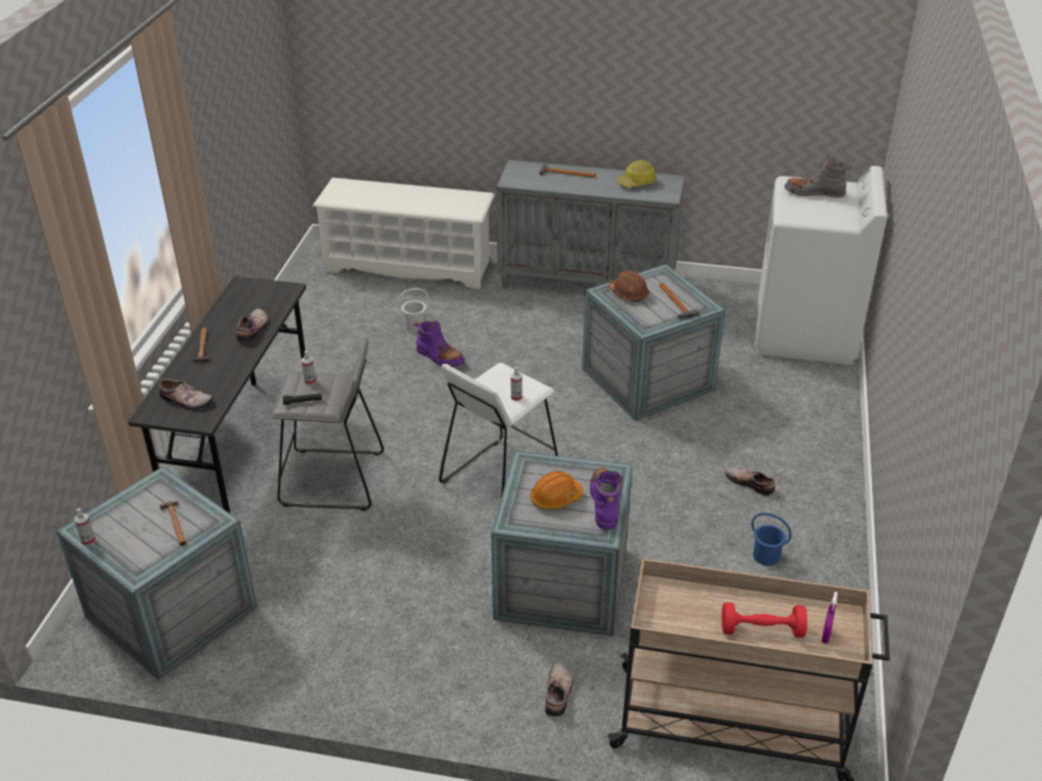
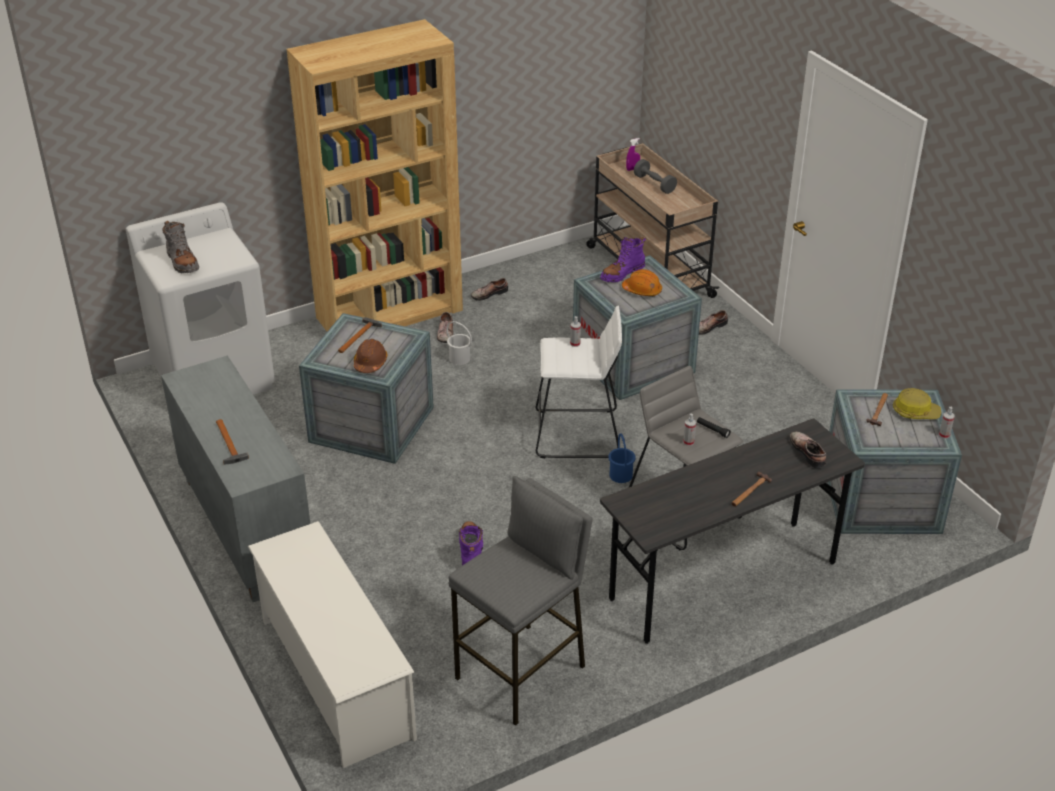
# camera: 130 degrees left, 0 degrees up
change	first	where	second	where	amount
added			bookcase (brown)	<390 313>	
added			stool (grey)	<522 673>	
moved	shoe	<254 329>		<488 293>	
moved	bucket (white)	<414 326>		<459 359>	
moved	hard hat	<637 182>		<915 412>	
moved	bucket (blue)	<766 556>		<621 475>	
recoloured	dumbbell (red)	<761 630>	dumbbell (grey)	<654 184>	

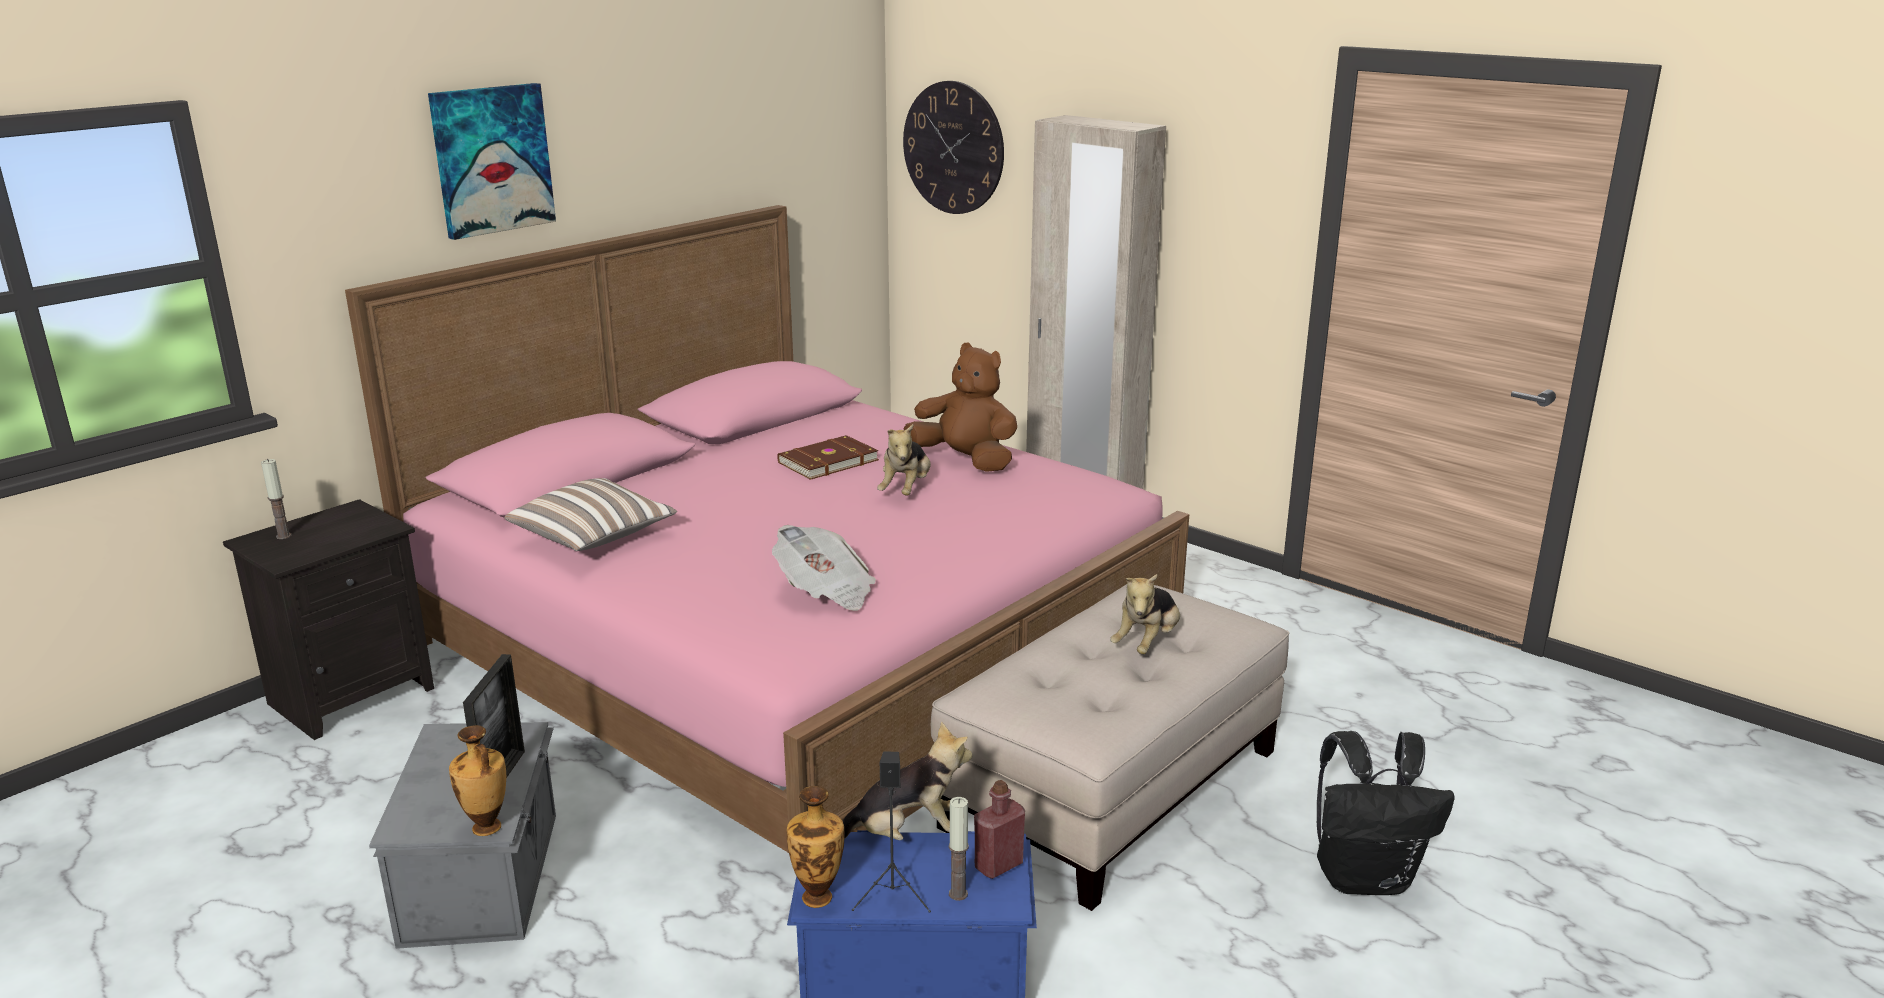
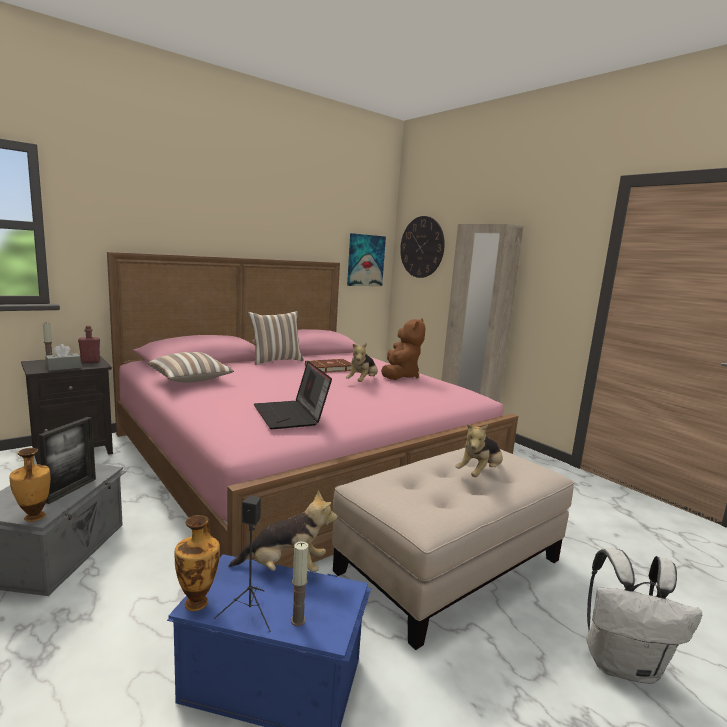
# camera: 10 degrees right, 10 degrees down
change	first	where	second	where	amount
added			tissue box (grey)	<63 367>	
added			pillow	<275 360>	
moved	picture	<492 159>		<365 260>	
moved	bottle (red)	<998 865>		<90 361>	
replaced	newspaper	<826 592>	laptop	<291 415>	
recoloured	backpack (black)	<1365 877>	backpack (white)	<623 664>	
turned	plush toy (brown)	<965 461>		<400 376>	60 degrees clockwise

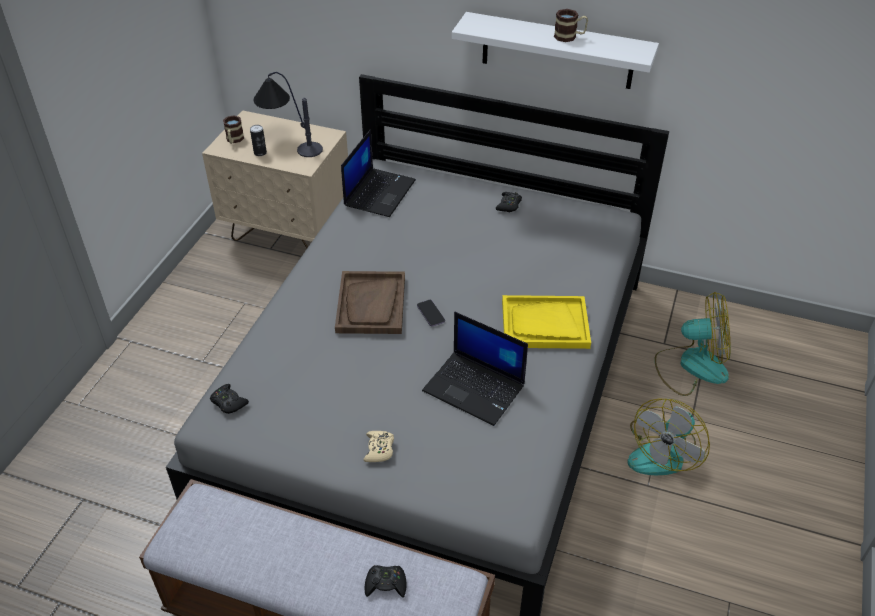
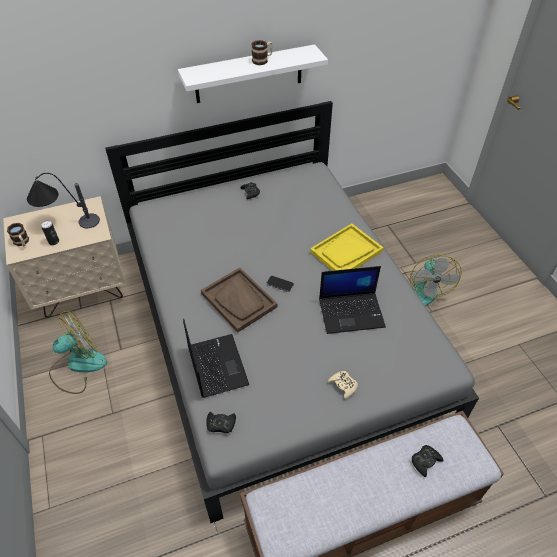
# camera: 40 degrees left, 5 degrees up
change	first	where	second	where	amount
moved	laptop	<379 192>		<216 365>	
moved	fan	<691 366>		<78 366>	

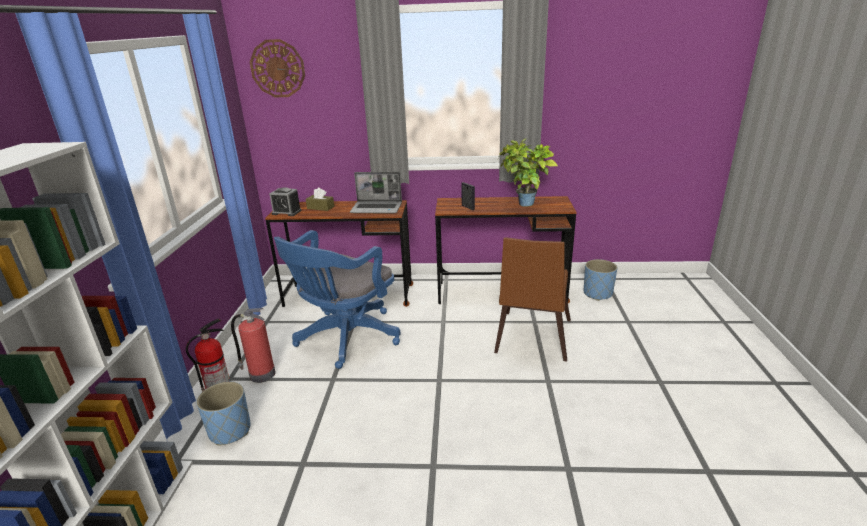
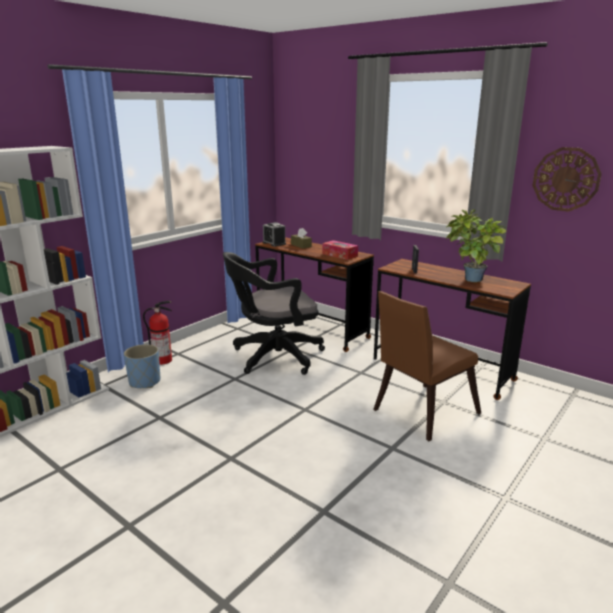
# camera: 35 degrees right, 5 degrees down
change	first	where	second	where	amount
removed	fire extinguisher	<261 374>			
removed	planter (blue)	<597 293>			
moved	wall clock	<277 68>		<566 179>	
replaced	laptop	<377 208>	tissue box	<340 255>	
recoloured	office chair (blue)	<345 339>	office chair (black)	<273 357>	

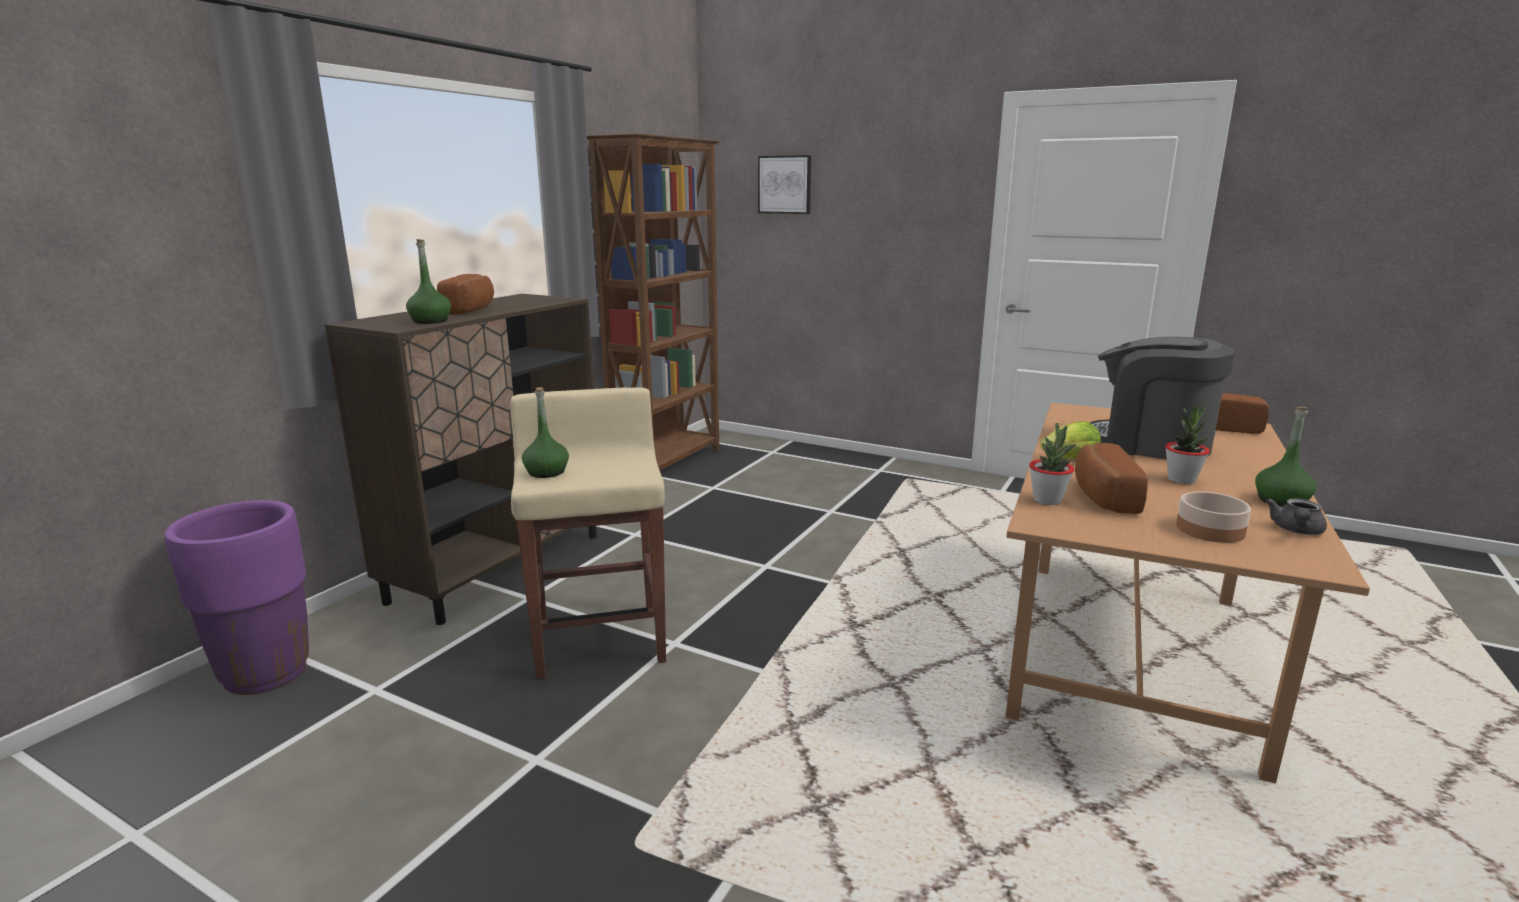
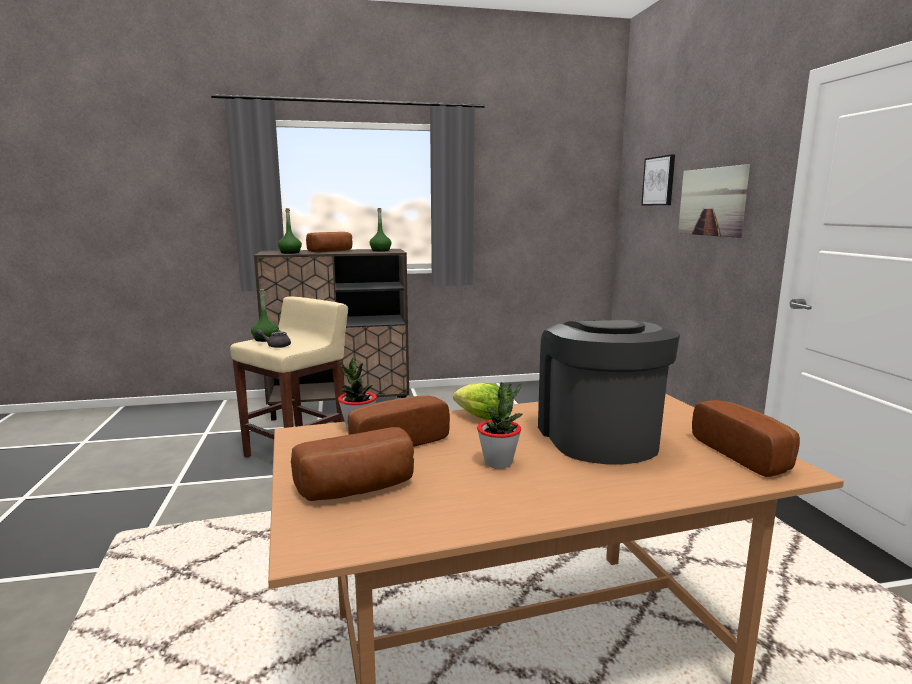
# camera: 50 degrees right, 5 degrees down
change	first	where	second	where	amount
removed	planter (purple)	<265 674>			
removed	bookcase (brown)	<669 462>			
added			picture	<712 202>	
moved	bottle (green)	<1281 501>		<380 250>	
moved	teapot (grey)	<1296 531>		<275 346>	
replaced	bowl	<1209 530>	bread	<358 489>	

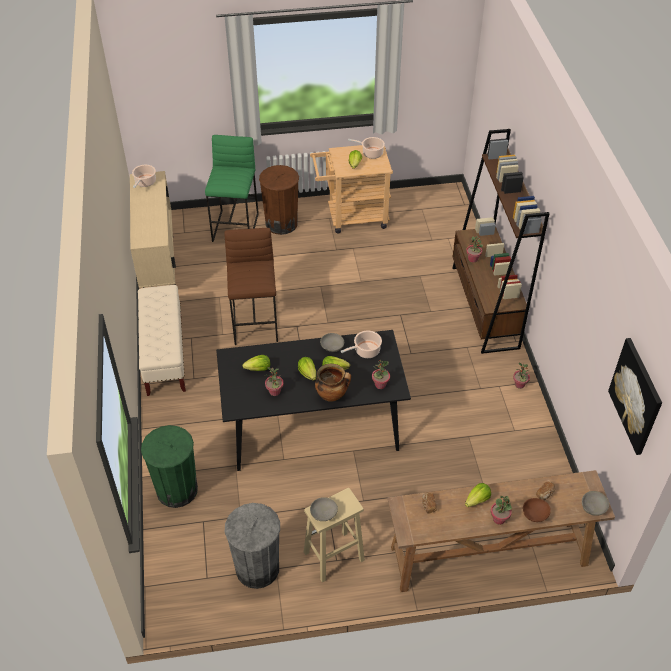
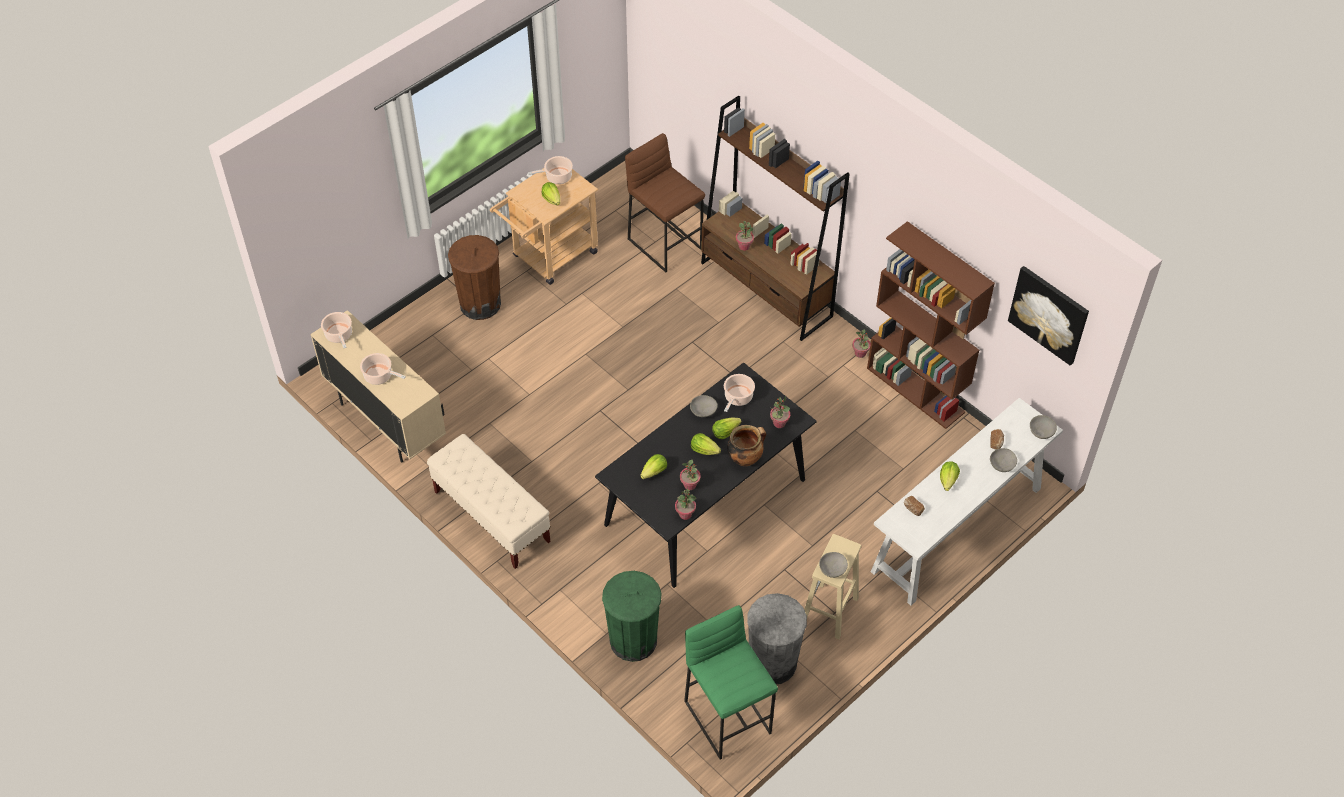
# camera: 35 degrees left, 5 degrees up
change	first	where	second	where	amount
added			cooking pot	<380 376>	
added			bookcase (brown)	<916 390>	
moved	stool (green)	<236 227>		<728 717>	
moved	stool (brown)	<256 324>		<665 243>	
moved	potted plant	<499 519>		<685 514>	
recoloured	console table (brown)	<487 556>	console table (white)	<956 530>	
recoloured	bowl (brown)	<534 514>	bowl (grey)	<1001 465>	

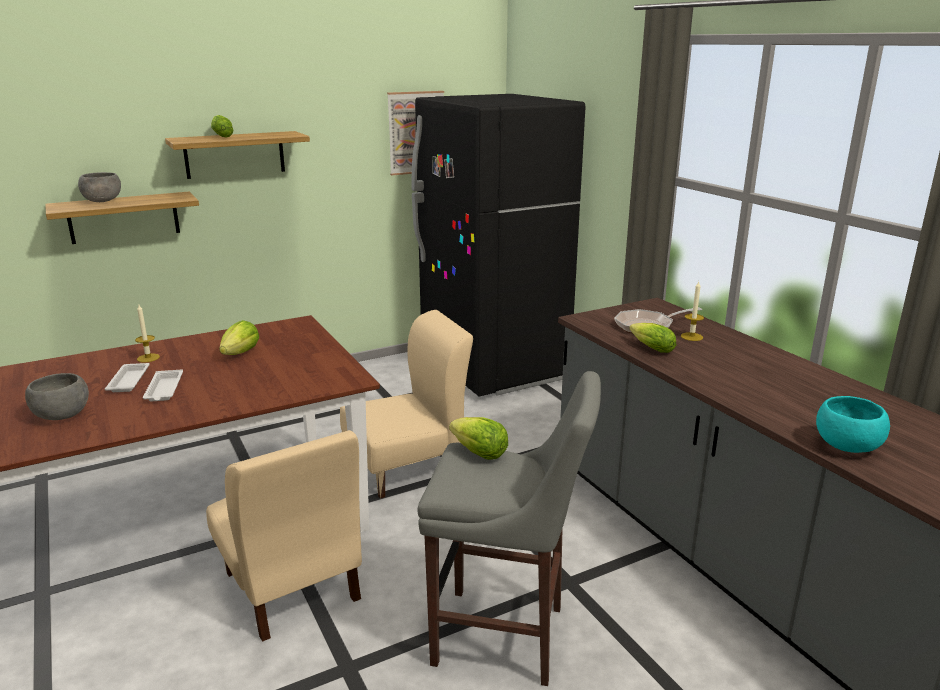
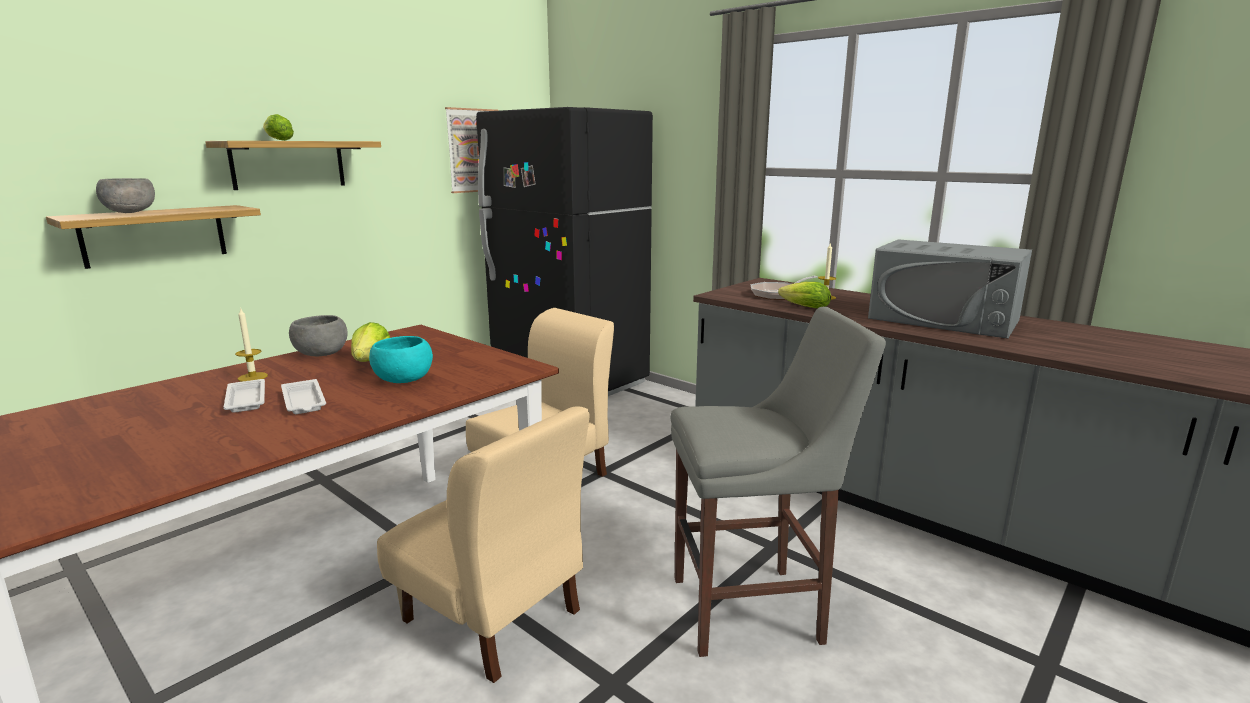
# camera: 20 degrees left, 5 degrees down
change	first	where	second	where	amount
removed	lettuce	<479 453>			
added			microwave (grey)	<943 319>	
moved	bowl (grey)	<62 416>		<321 354>	
moved	bowl (turquoise)	<847 447>		<404 380>	

